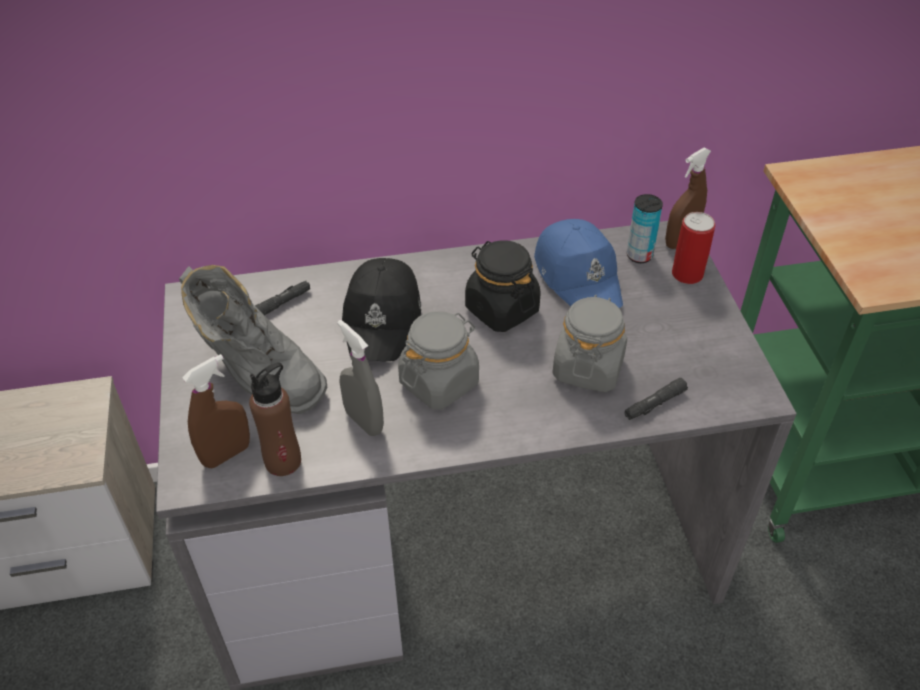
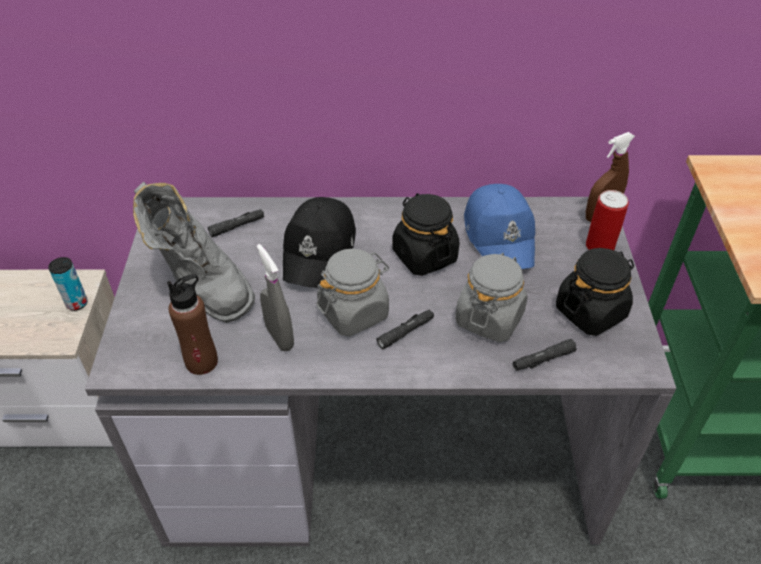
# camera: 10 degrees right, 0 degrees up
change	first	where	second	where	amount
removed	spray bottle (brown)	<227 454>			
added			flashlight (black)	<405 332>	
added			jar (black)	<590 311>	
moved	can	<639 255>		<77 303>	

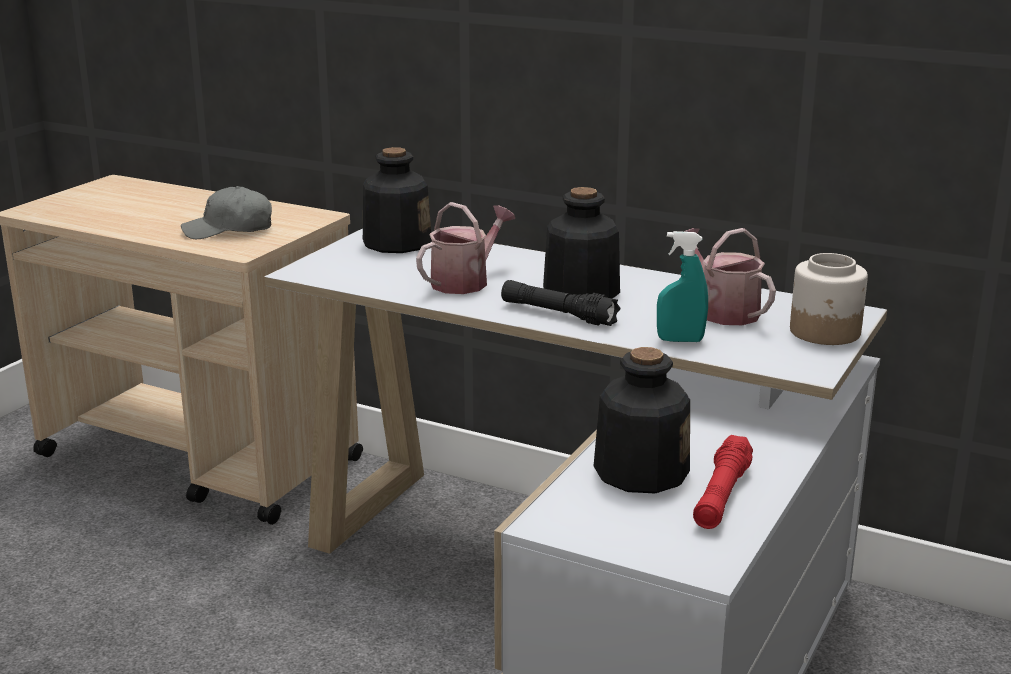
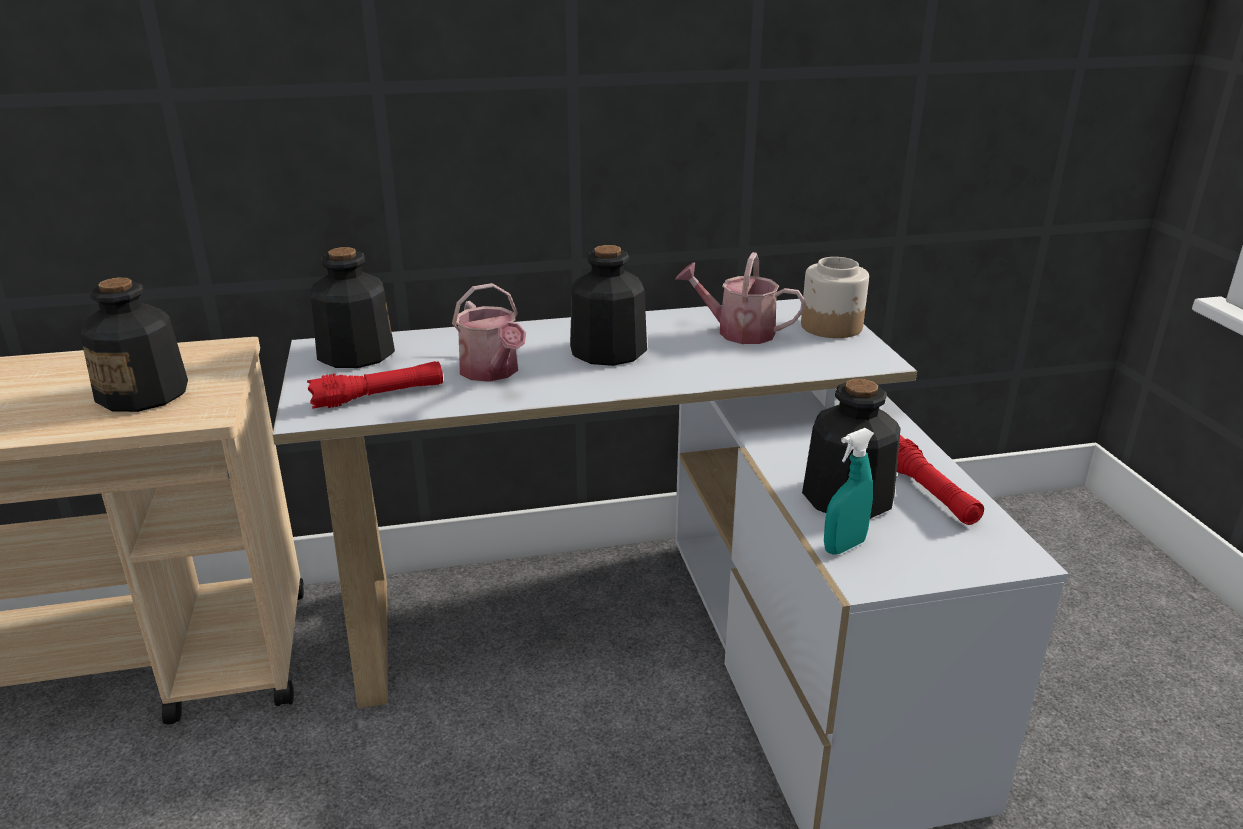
# camera: 40 degrees left, 5 degrees up
change	first	where	second	where	amount
removed	flashlight (black)	<558 314>			
added			flashlight (red)	<379 396>	
moved	spray bottle (turquoise)	<680 340>		<844 546>	
replaced	cap (grey)	<229 230>	bottle	<144 393>	
turned	watering can	<465 281>		<492 372>	150 degrees clockwise

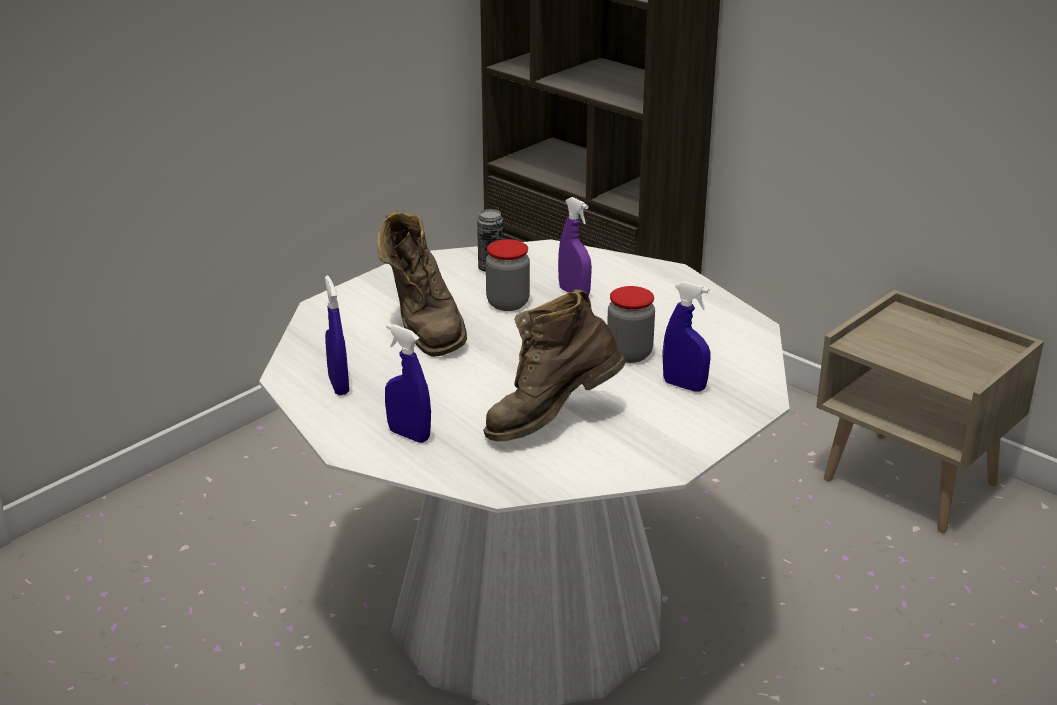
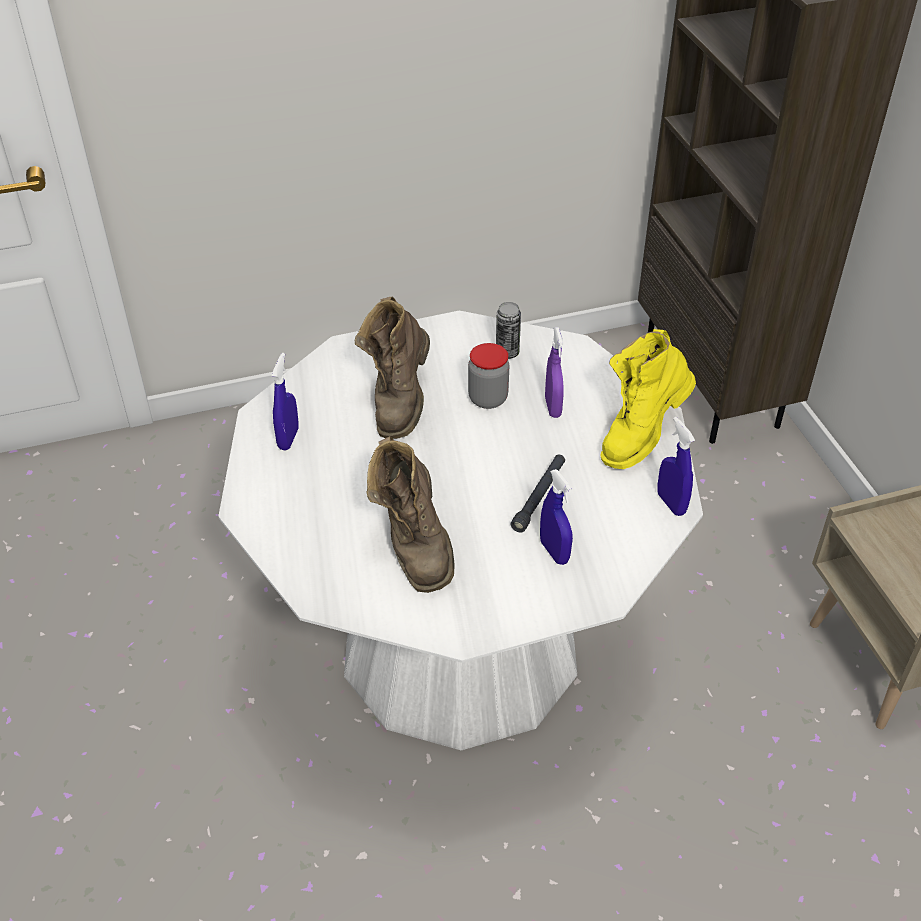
# camera: 30 degrees right, 15 degrees up
change	first	where	second	where	amount
added			boot (yellow)	<641 435>	
moved	spray bottle (blue)	<409 435>		<671 503>	
replaced	jar	<629 354>	flashlight (black)	<539 496>	
turned	boot (brown)	<551 421>		<414 544>	105 degrees counterclockwise

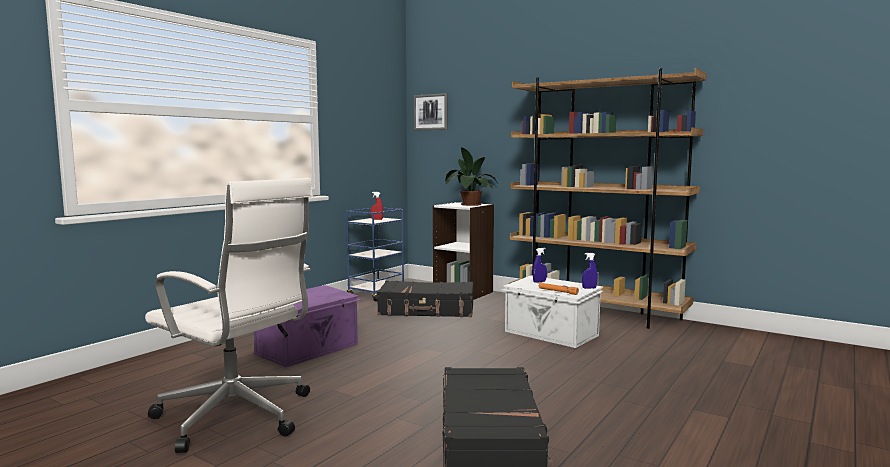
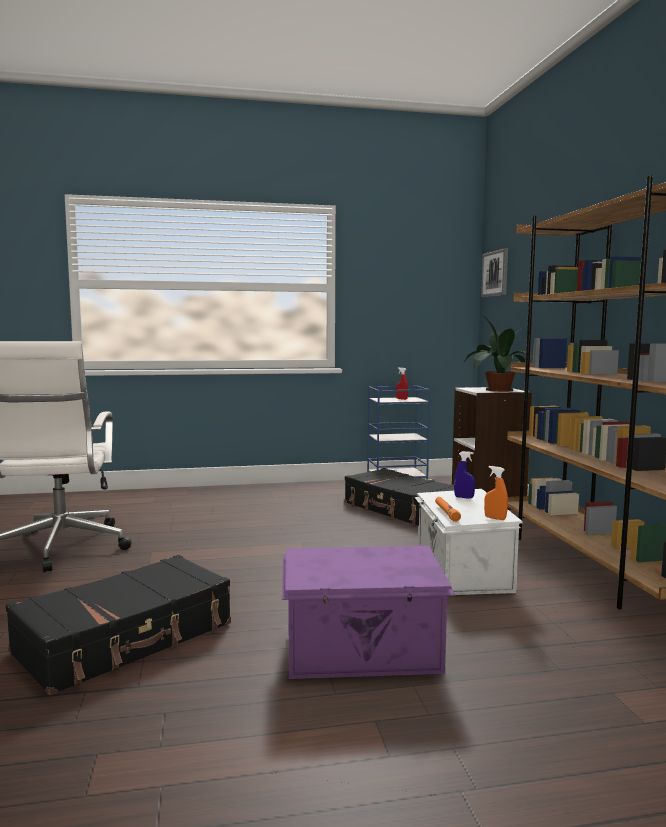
# camera: 45 degrees right, 0 degrees up
change	first	where	second	where	amount
moved	storage box (purple)	<309 349>		<363 652>	
recoloured	spray bottle (blue)	<589 288>	spray bottle (orange)	<495 518>	

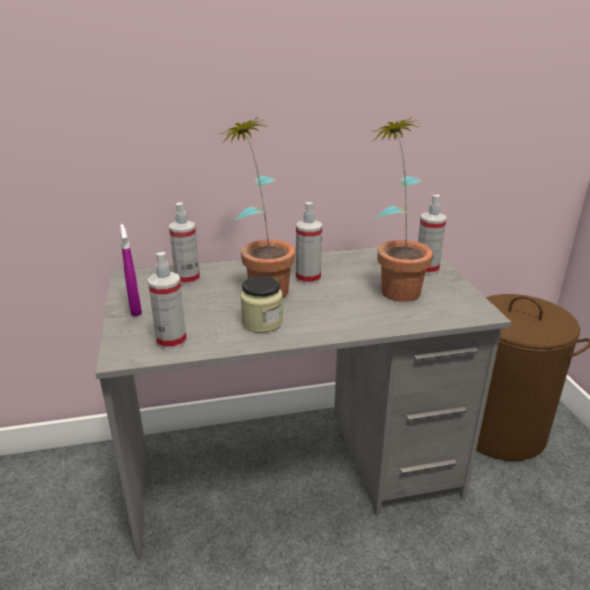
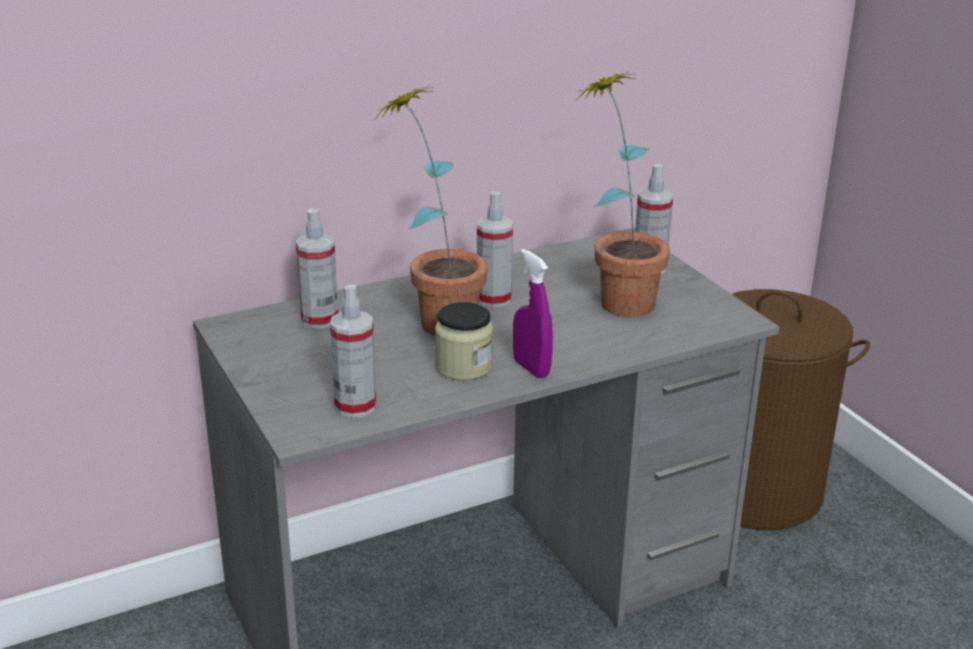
# camera: 15 degrees left, 0 degrees up
change	first	where	second	where	amount
moved	spray bottle (purple)	<135 309>		<531 368>	

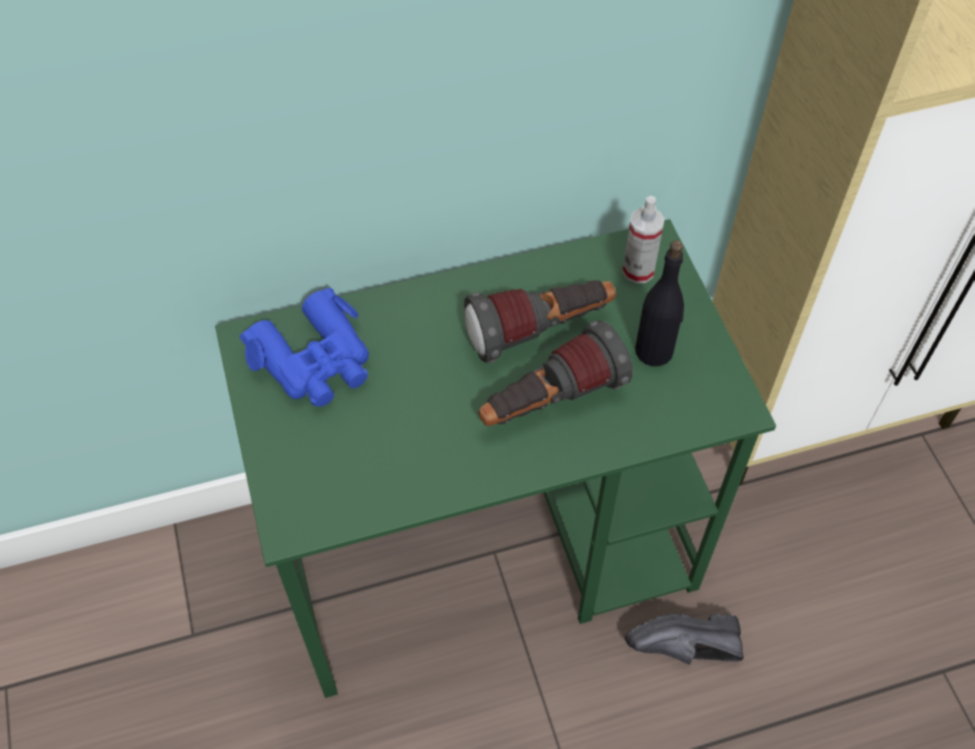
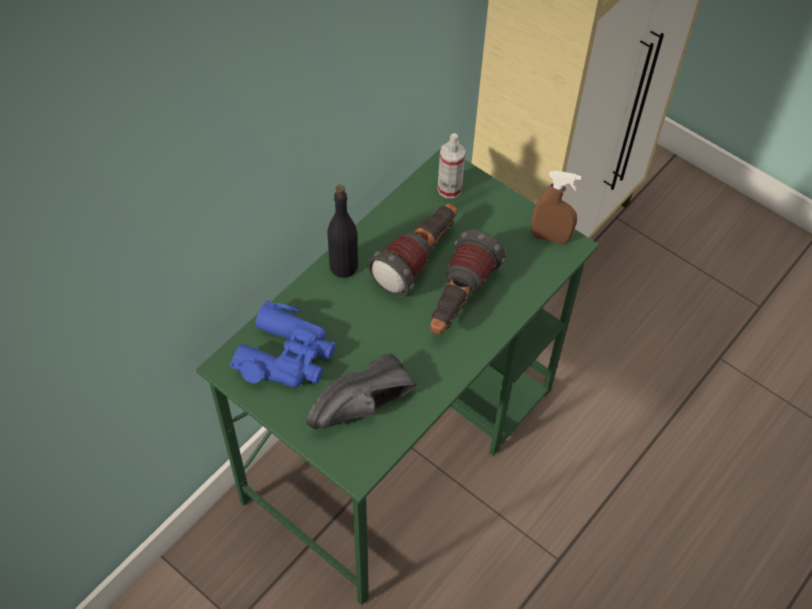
# camera: 35 degrees left, 0 degrees up
change	first	where	second	where	amount
added			spray bottle (brown)	<550 237>	
moved	shoe (black)	<685 652>		<365 408>	
moved	bottle (black)	<654 351>		<344 266>	

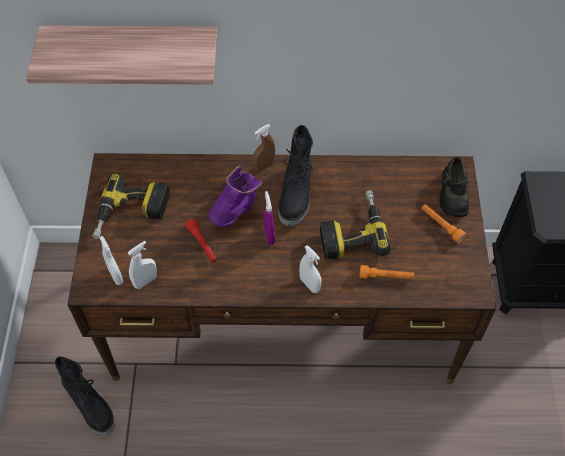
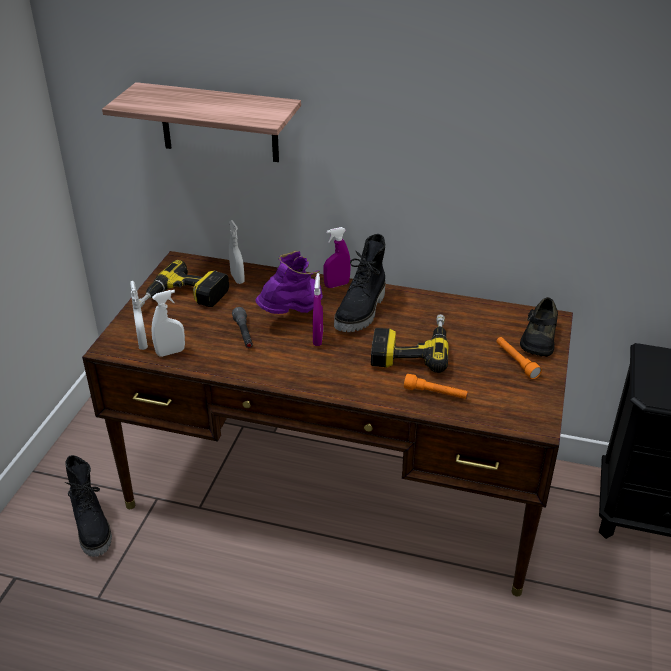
# camera: 15 degrees right, 20 degrees down
change	first	where	second	where	amount
moved	spray bottle (white)	<309 284>		<237 278>	
recoloured	flashlight (red)	<202 244>	flashlight (grey)	<244 334>	
recoloured	spray bottle (brown)	<264 166>	spray bottle (purple)	<336 285>	

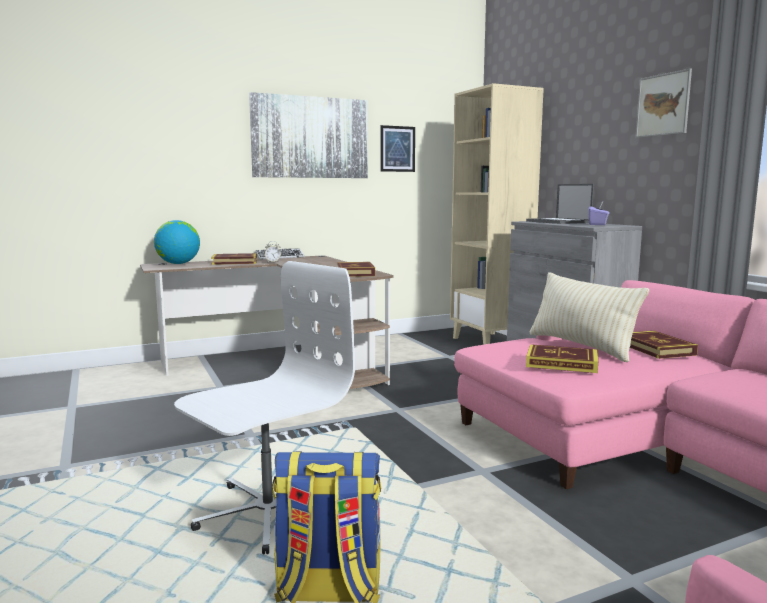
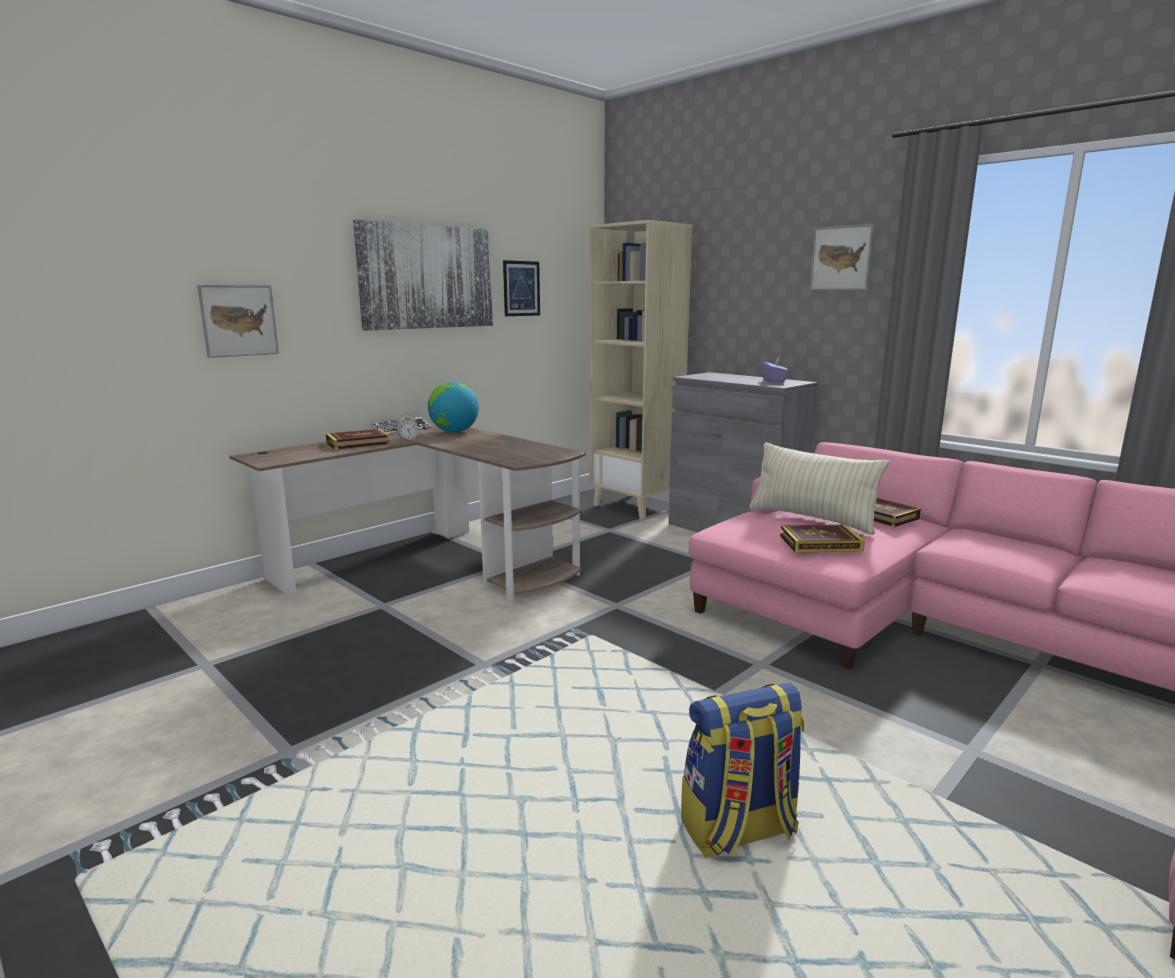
# camera: 20 degrees left, 5 degrees up
change	first	where	second	where	amount
removed	office chair (white)	<266 512>			
removed	book	<355 273>			
removed	laptop	<559 222>			
added			picture	<239 320>	
moved	globe	<178 263>		<454 432>	

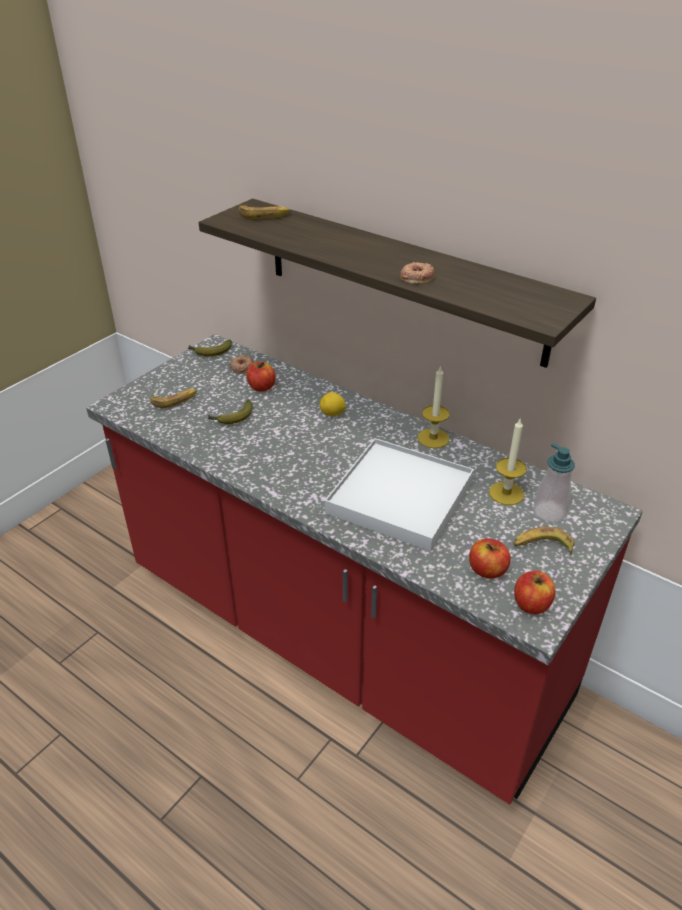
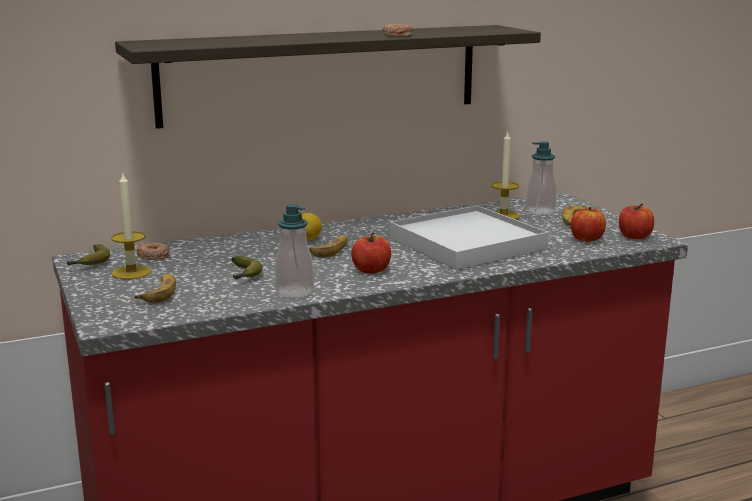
# camera: 60 degrees left, 20 degrees down
change	first	where	second	where	amount
added			soap dispenser	<294 292>	
moved	banana	<265 215>		<330 250>	
moved	apple	<261 387>		<371 270>	
moved	candle	<433 438>		<131 272>	

